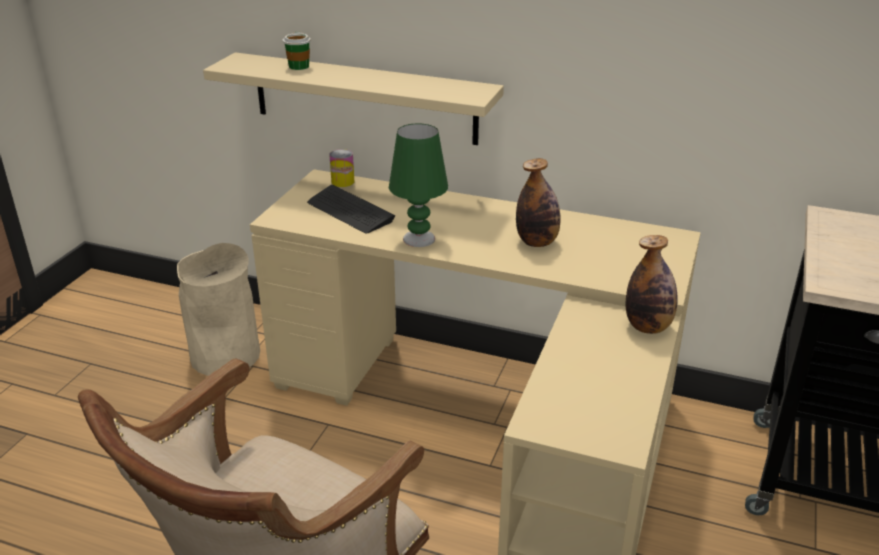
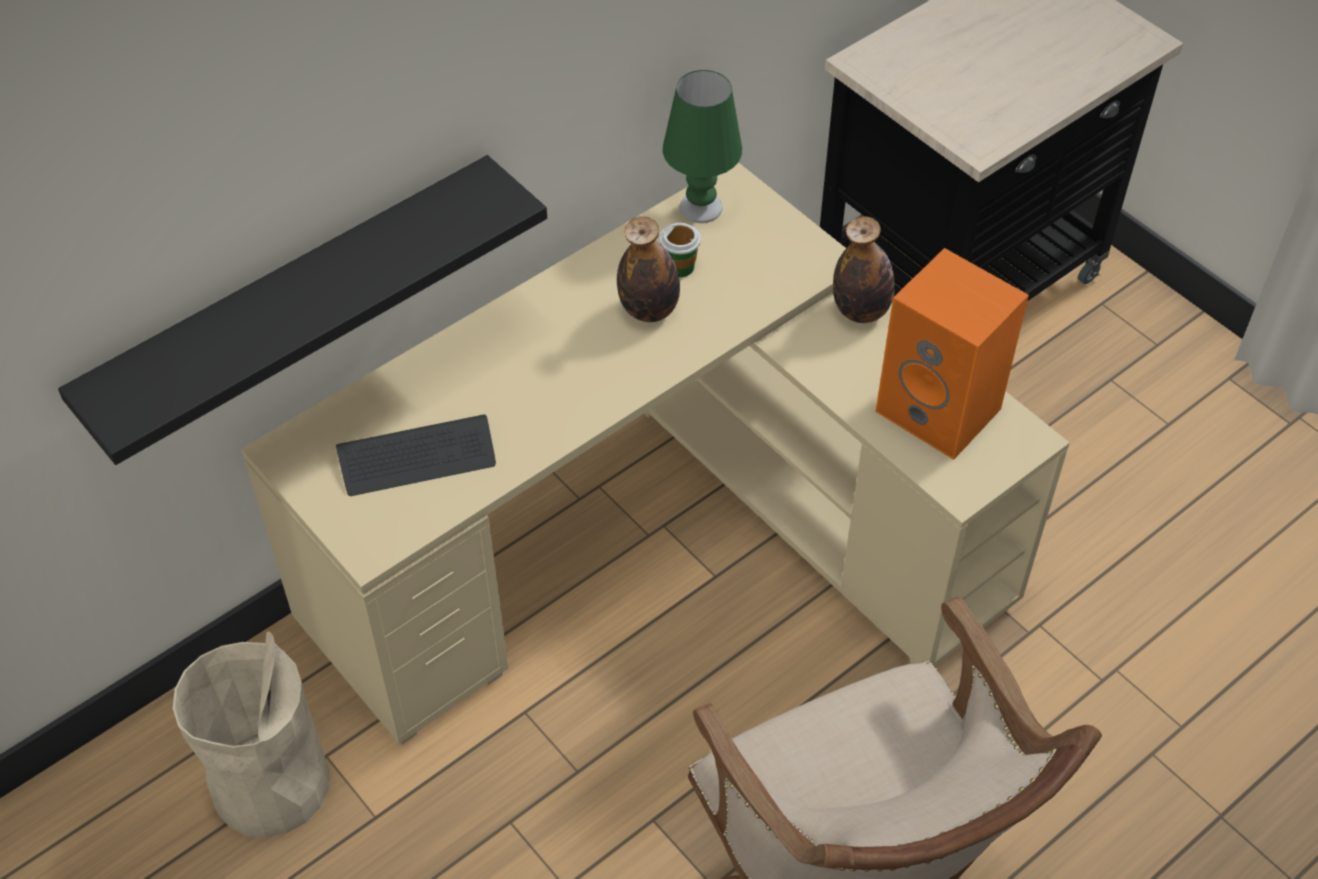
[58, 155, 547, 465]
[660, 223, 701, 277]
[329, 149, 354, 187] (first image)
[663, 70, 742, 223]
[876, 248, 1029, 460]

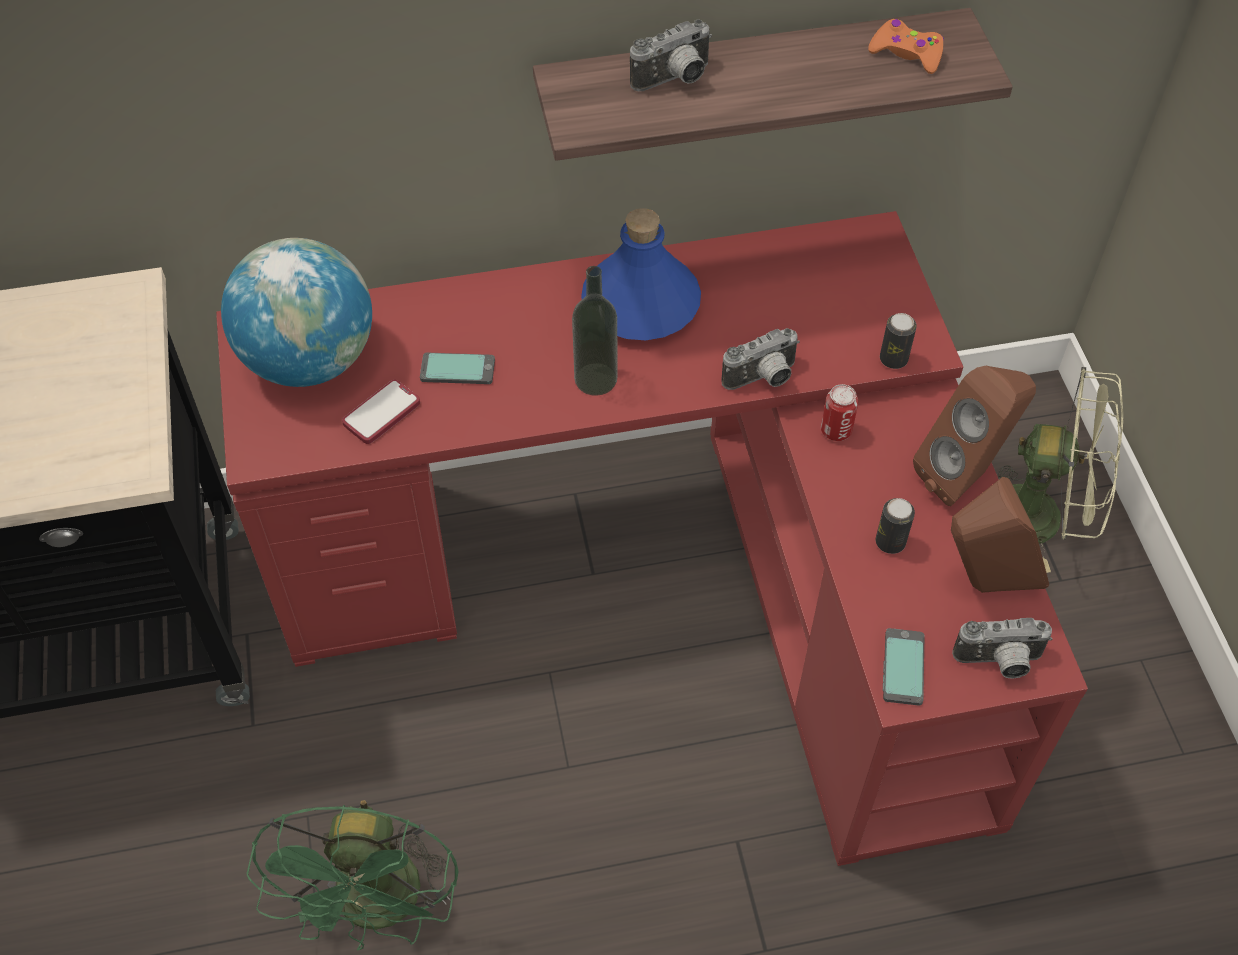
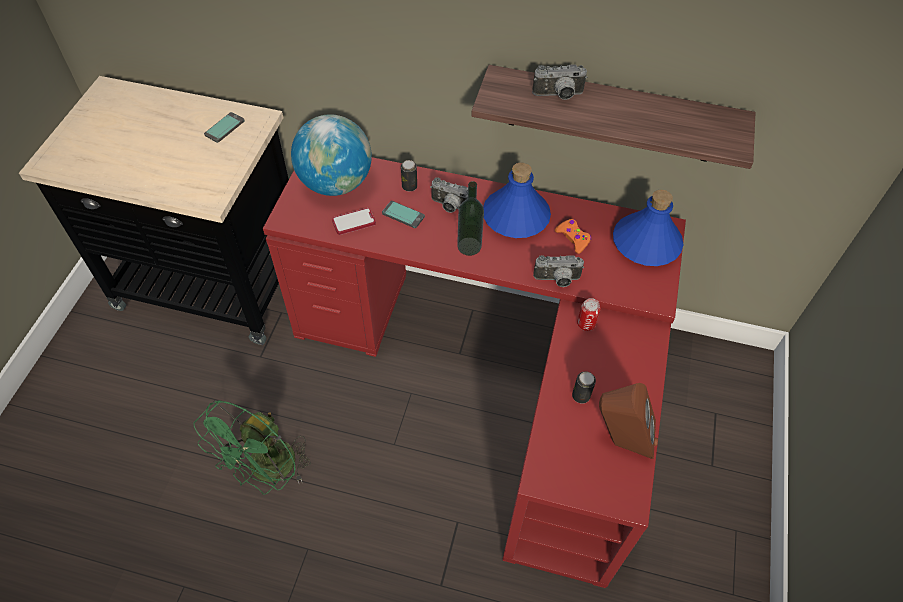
[555, 219, 591, 254]
[401, 160, 417, 191]
[204, 112, 245, 143]
[913, 366, 1036, 506] (first image)
[430, 177, 468, 213]
[997, 367, 1123, 573] (first image)
[613, 190, 683, 266]

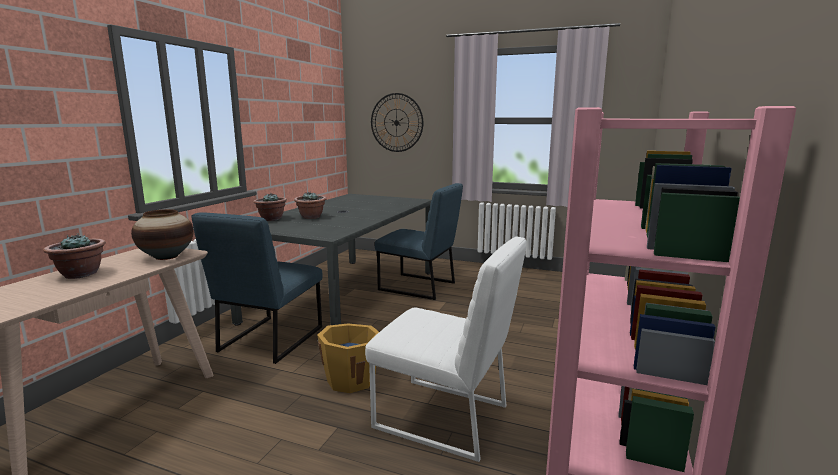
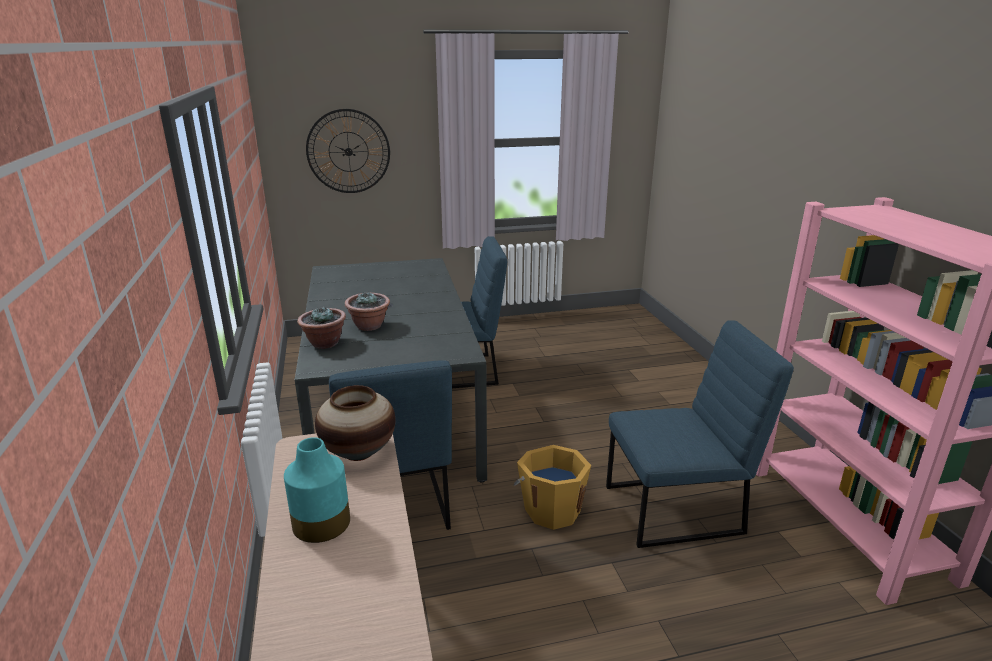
[284, 437, 350, 543]
[606, 321, 794, 548]

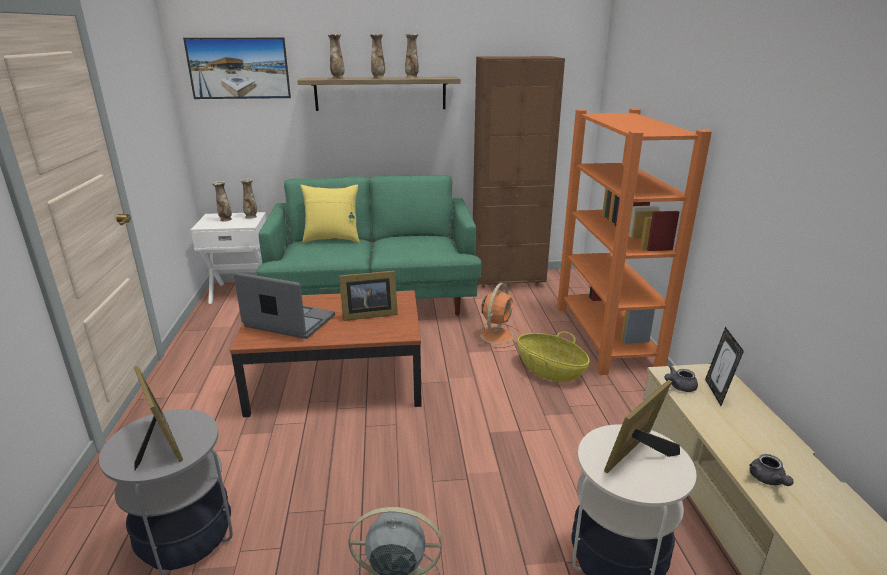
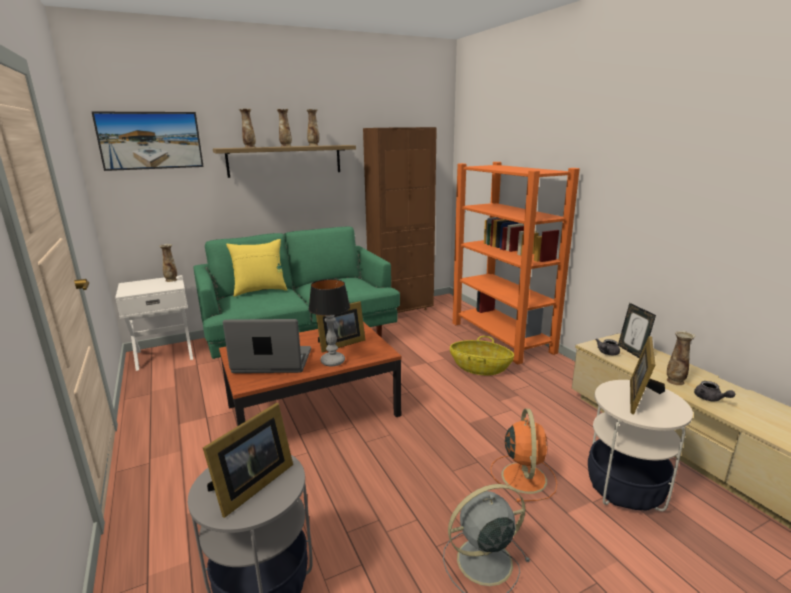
[203, 403, 293, 518]
[667, 330, 695, 385]
[490, 409, 557, 502]
[308, 279, 350, 366]

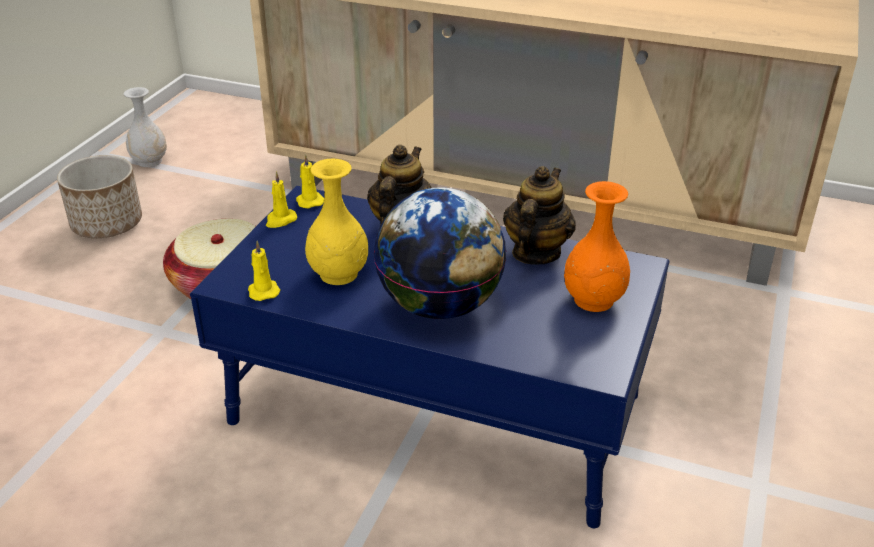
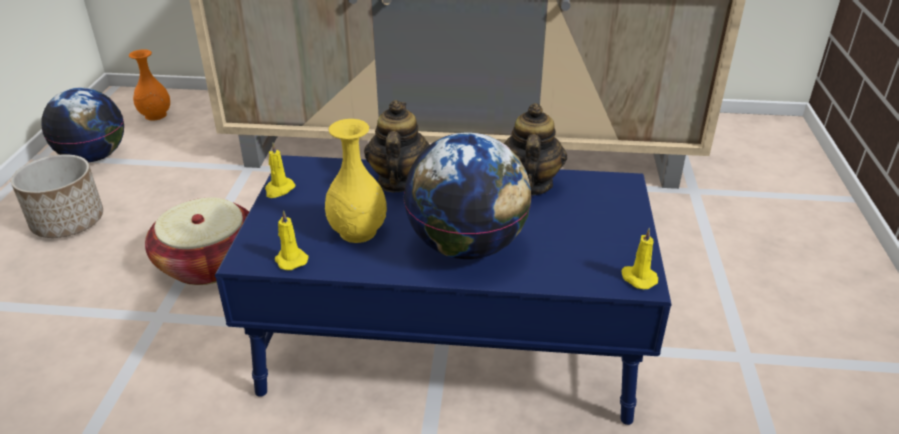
[42, 88, 124, 162]
[621, 228, 658, 289]
[129, 49, 170, 121]

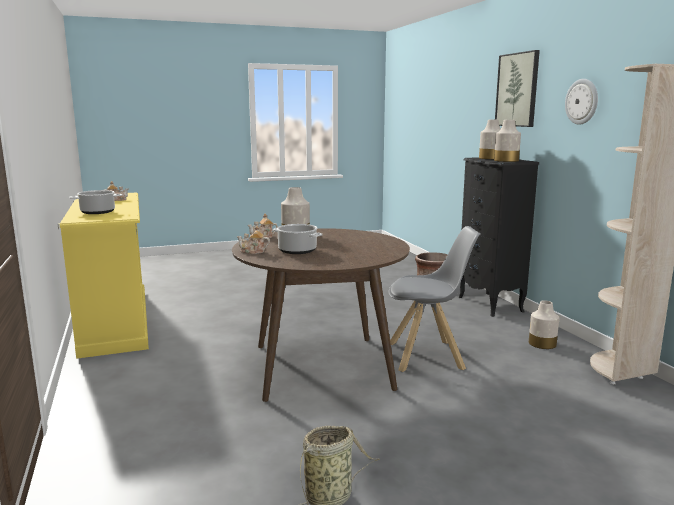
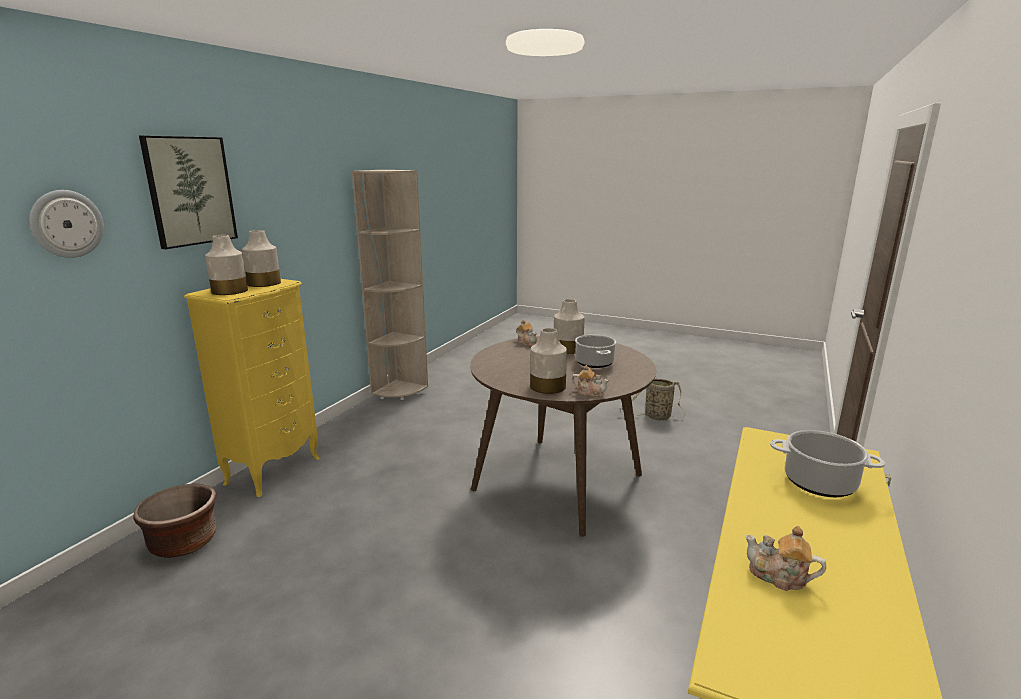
[517, 320, 537, 346]
[388, 226, 481, 372] (first image)
[184, 279, 320, 497]
[554, 299, 585, 354]
[29, 190, 104, 258]

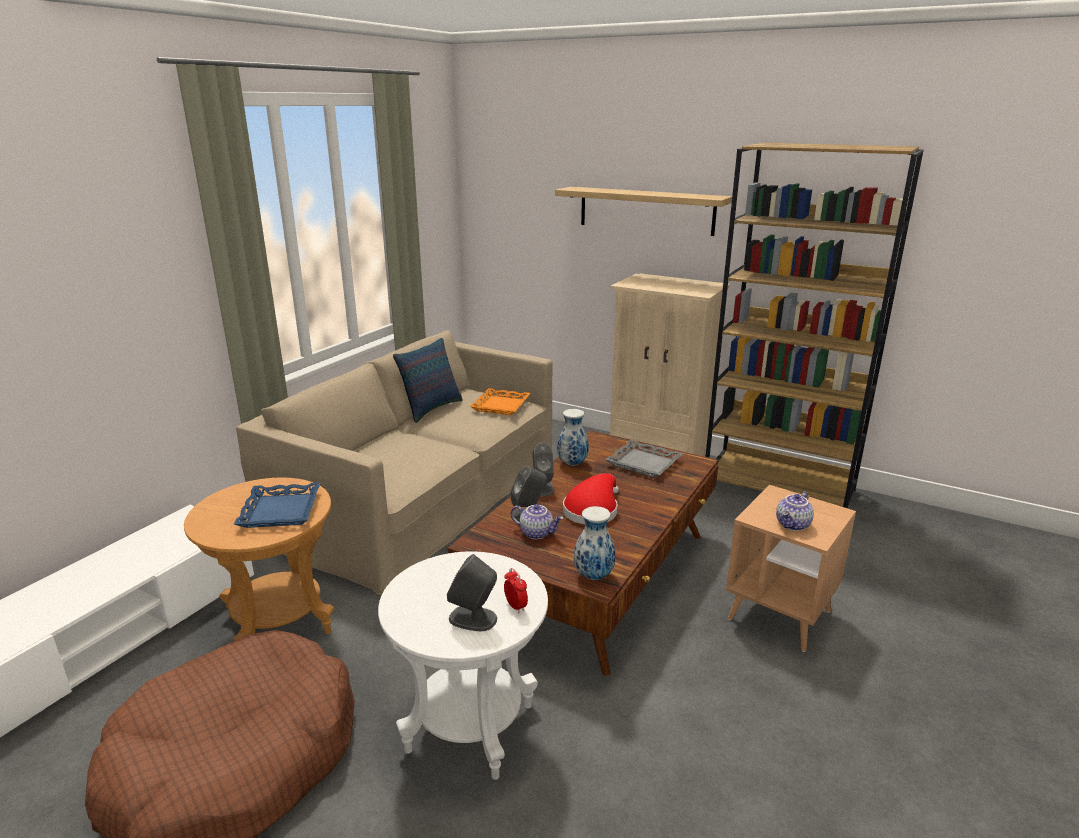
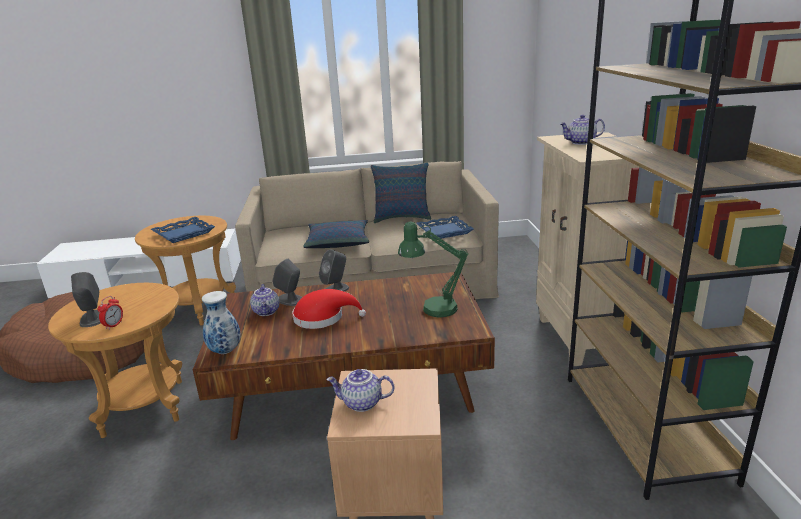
[48, 283, 182, 438]
[416, 216, 474, 239]
[555, 187, 732, 236] (first image)
[557, 409, 589, 466] (first image)
[398, 221, 468, 318]
[303, 220, 369, 248]
[560, 115, 605, 145]

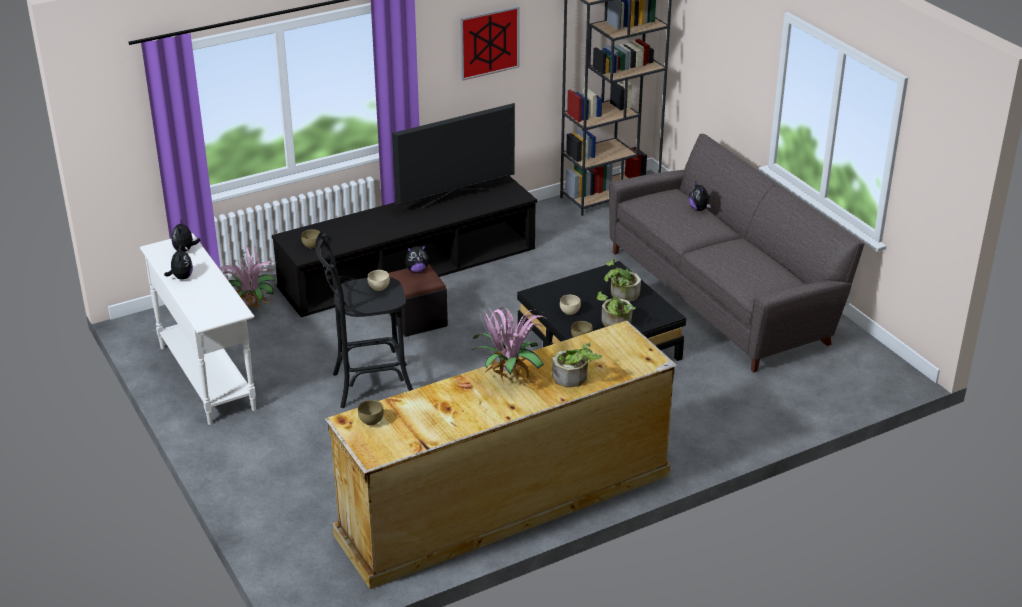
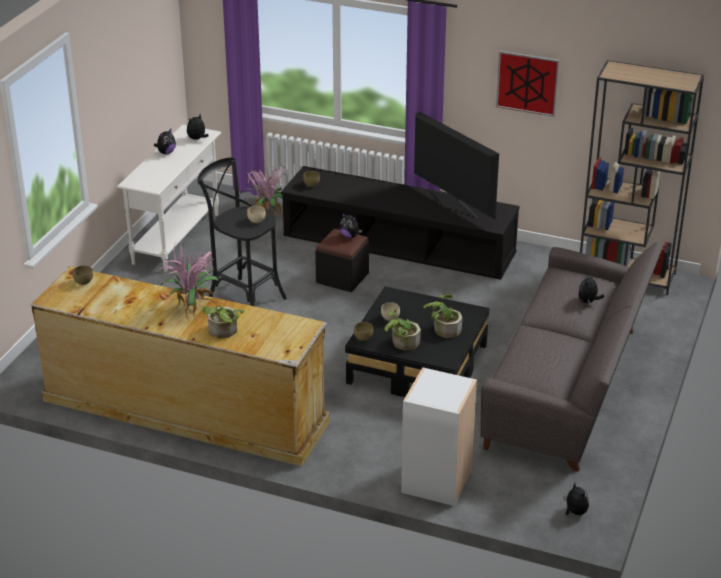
[414, 111, 499, 219]
[401, 367, 477, 506]
[563, 483, 589, 515]

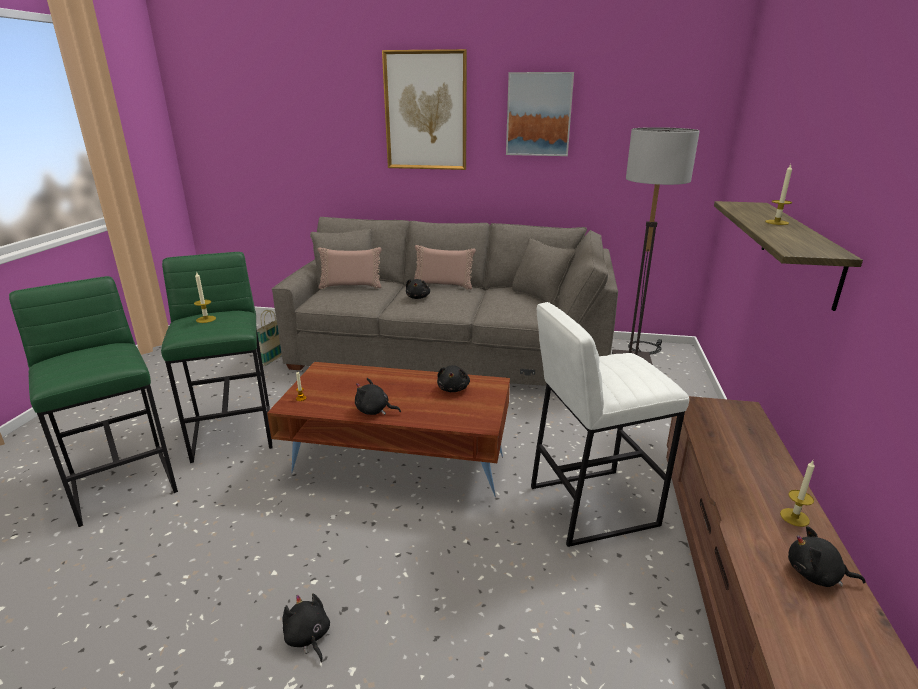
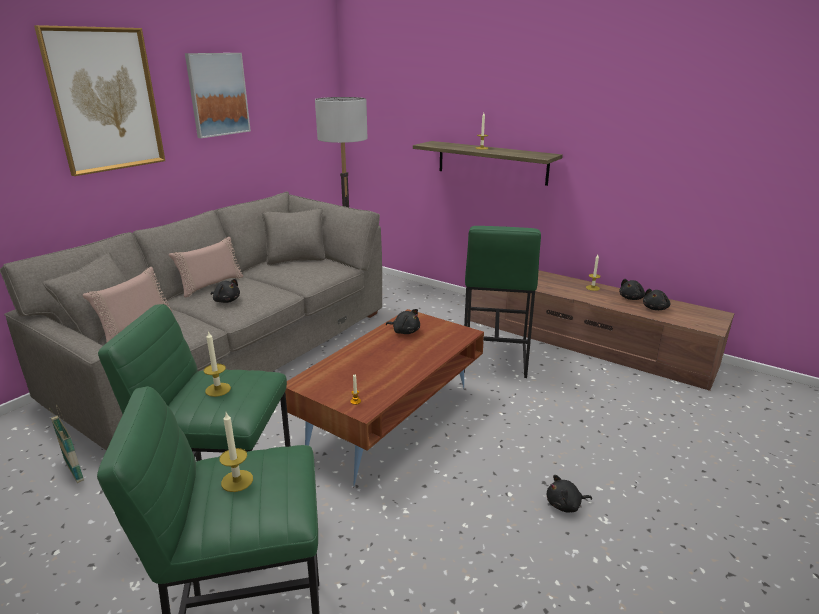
[643, 289, 670, 310]
[464, 226, 541, 378]
[219, 412, 253, 492]

